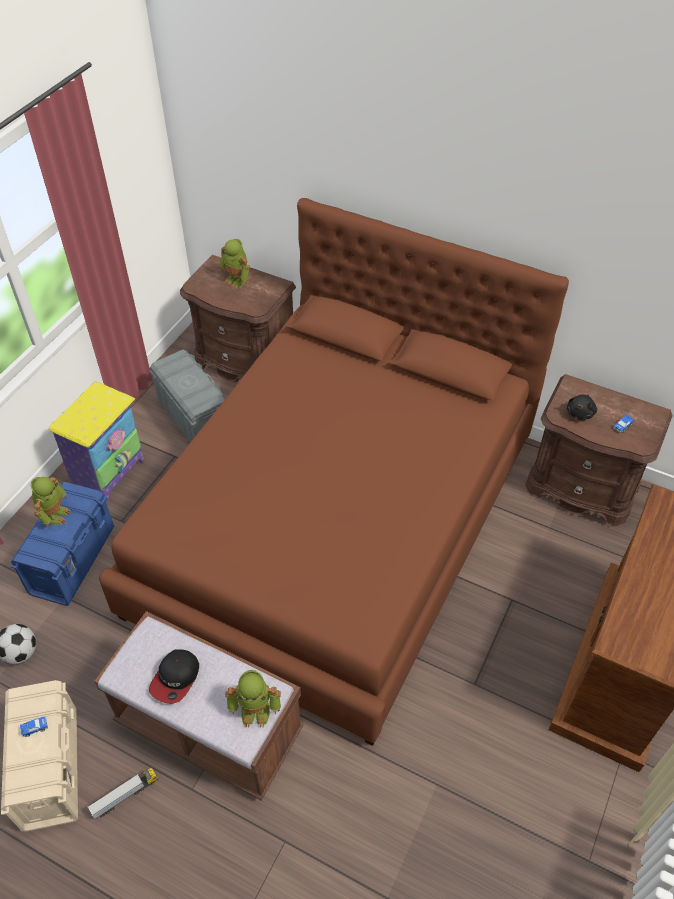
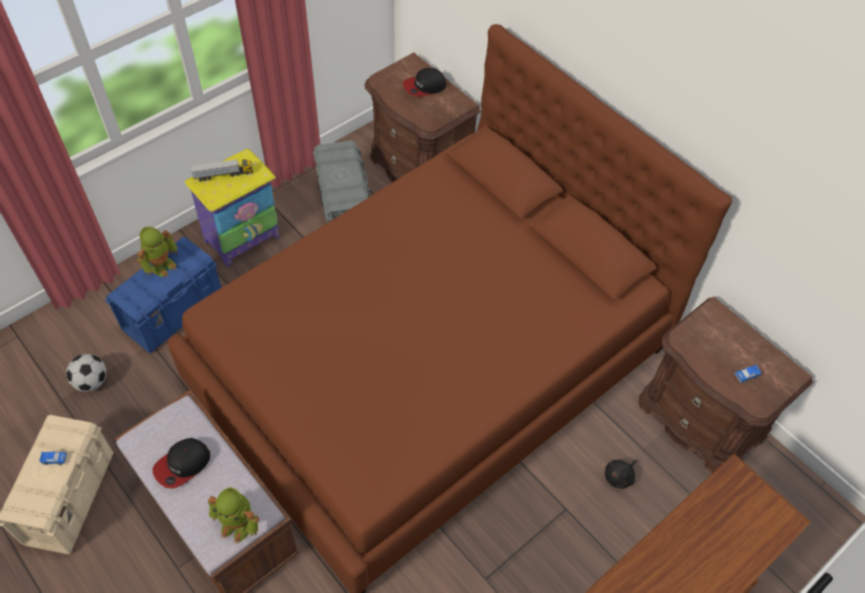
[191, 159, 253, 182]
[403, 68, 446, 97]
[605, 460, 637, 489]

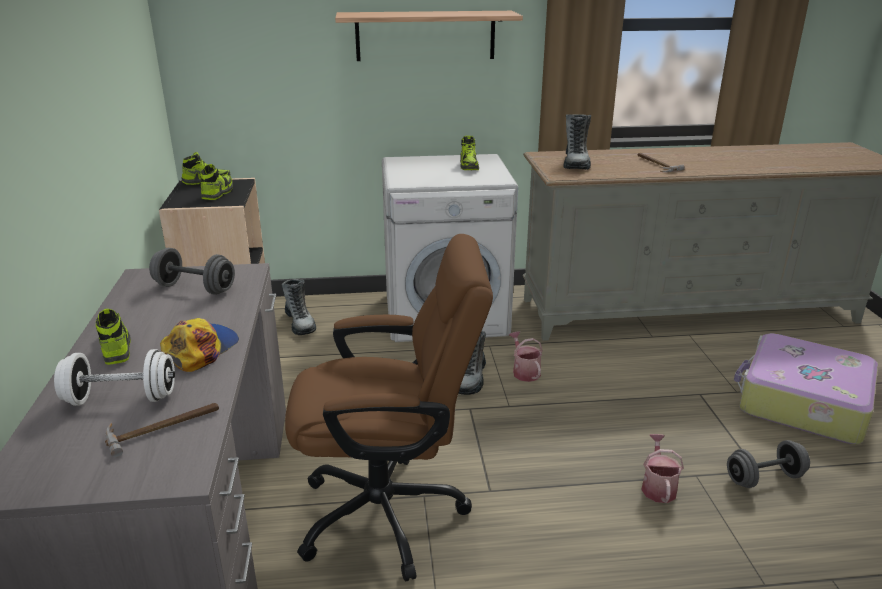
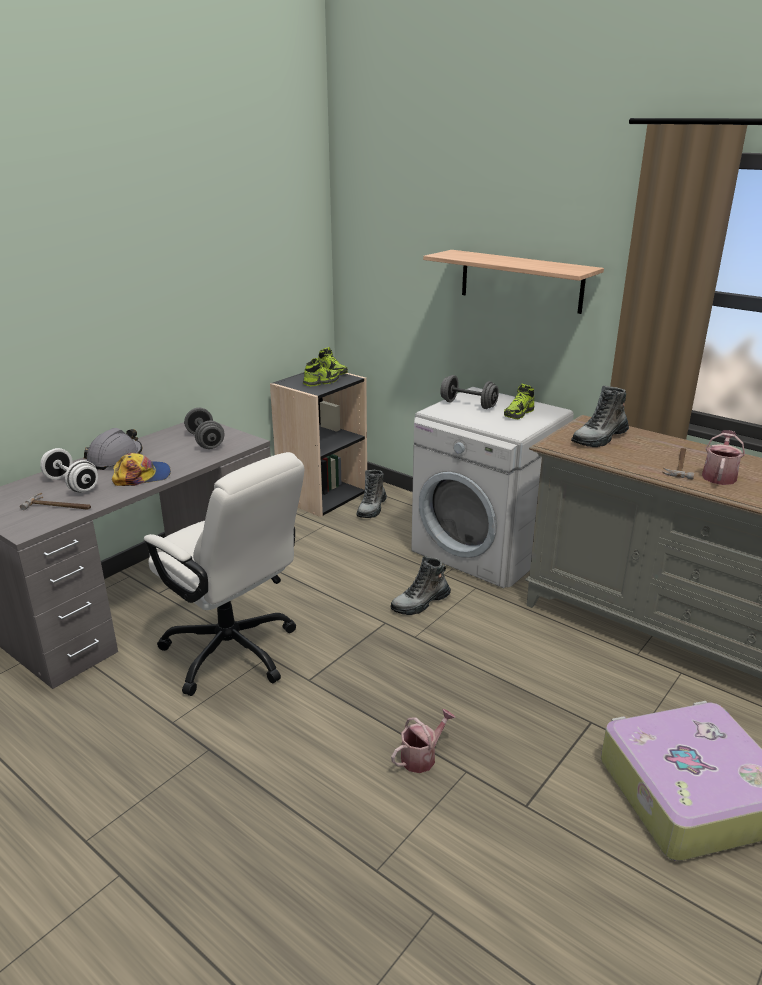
[84, 428, 142, 470]
[144, 452, 304, 696]
[702, 430, 745, 485]
[440, 375, 499, 409]

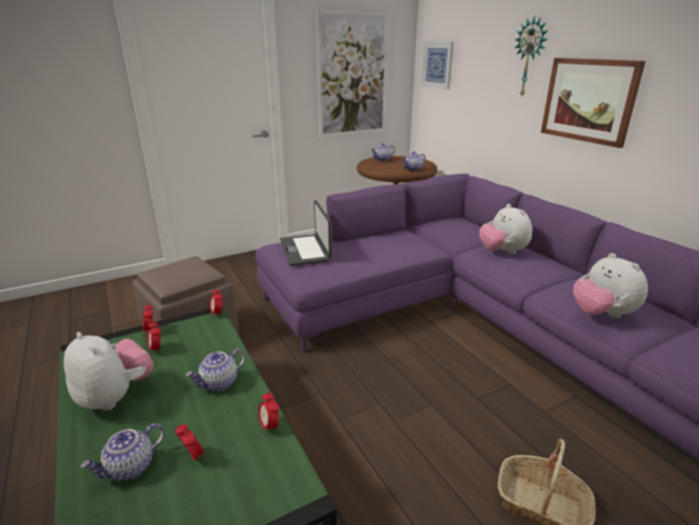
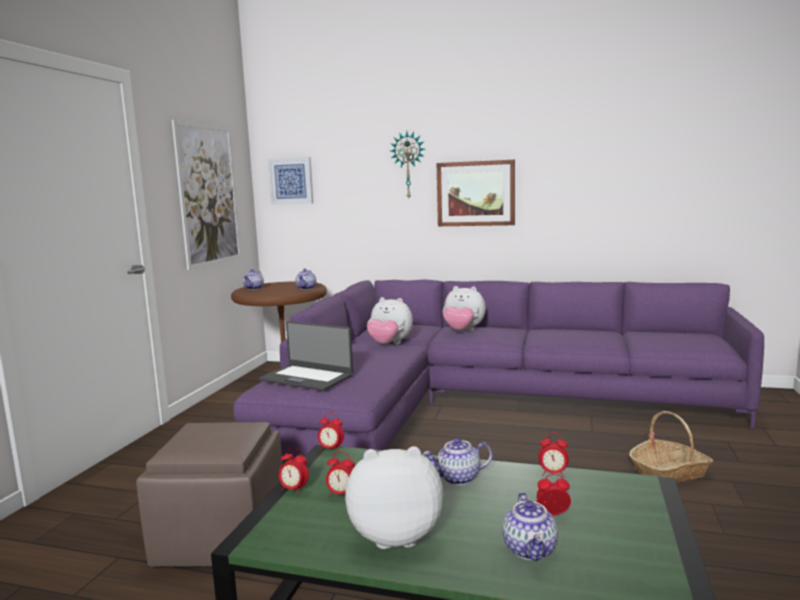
[423, 438, 493, 485]
[367, 297, 413, 344]

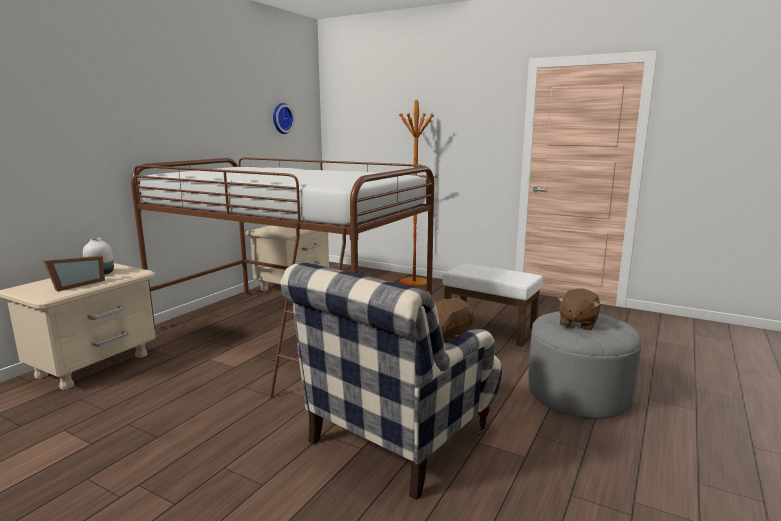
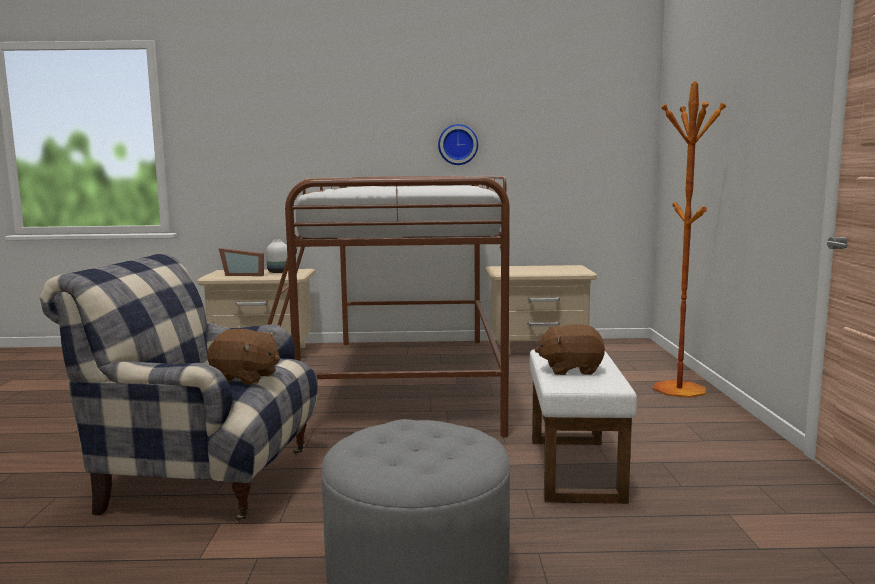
[438, 124, 478, 165]
[535, 324, 605, 375]

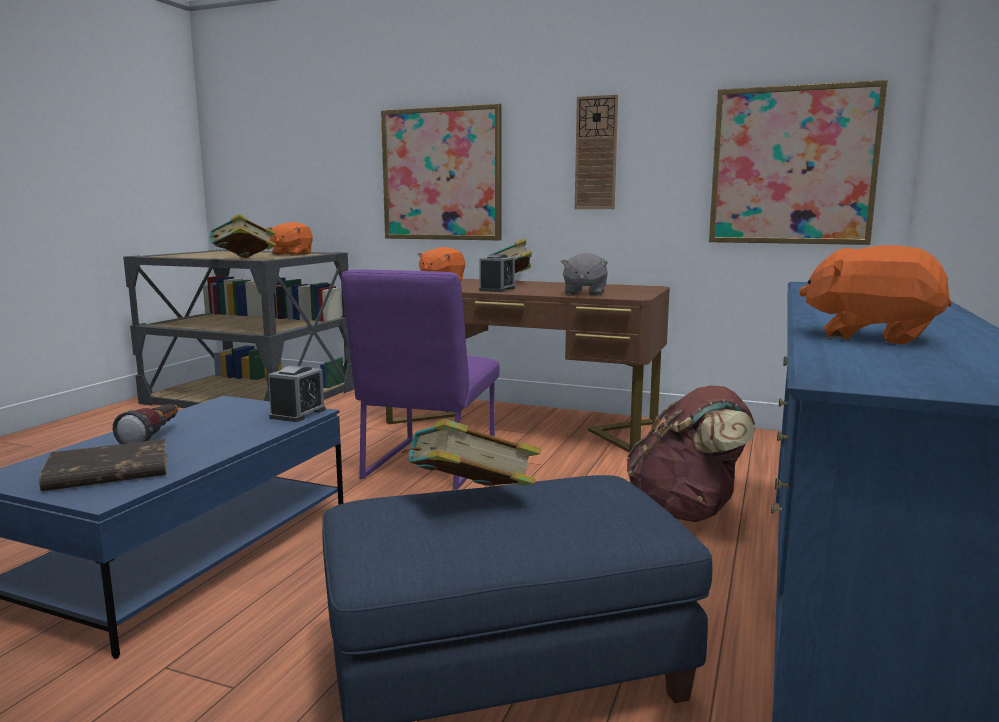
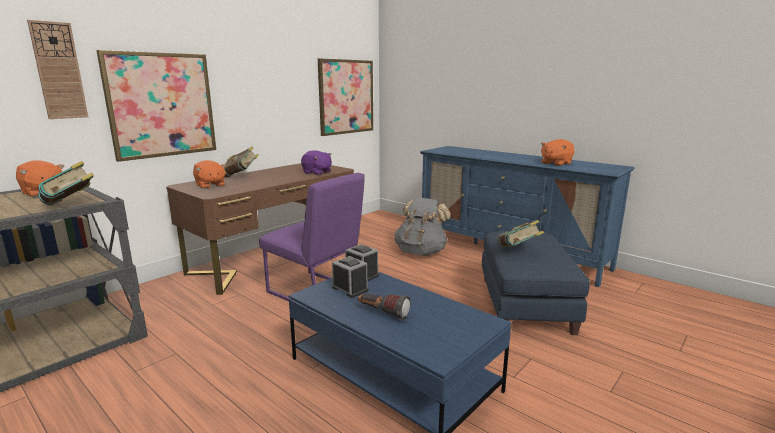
[39, 439, 167, 491] (first image)
[332, 256, 369, 298]
[301, 150, 332, 175]
[27, 20, 88, 119]
[395, 198, 451, 256]

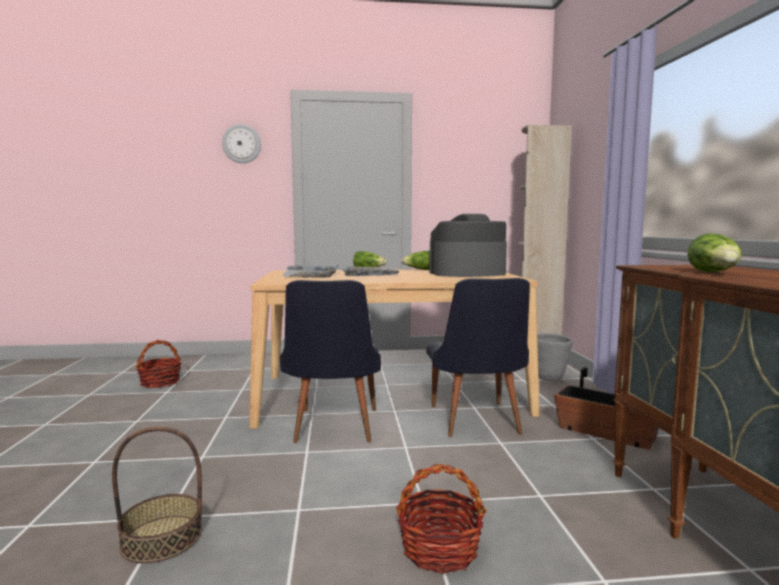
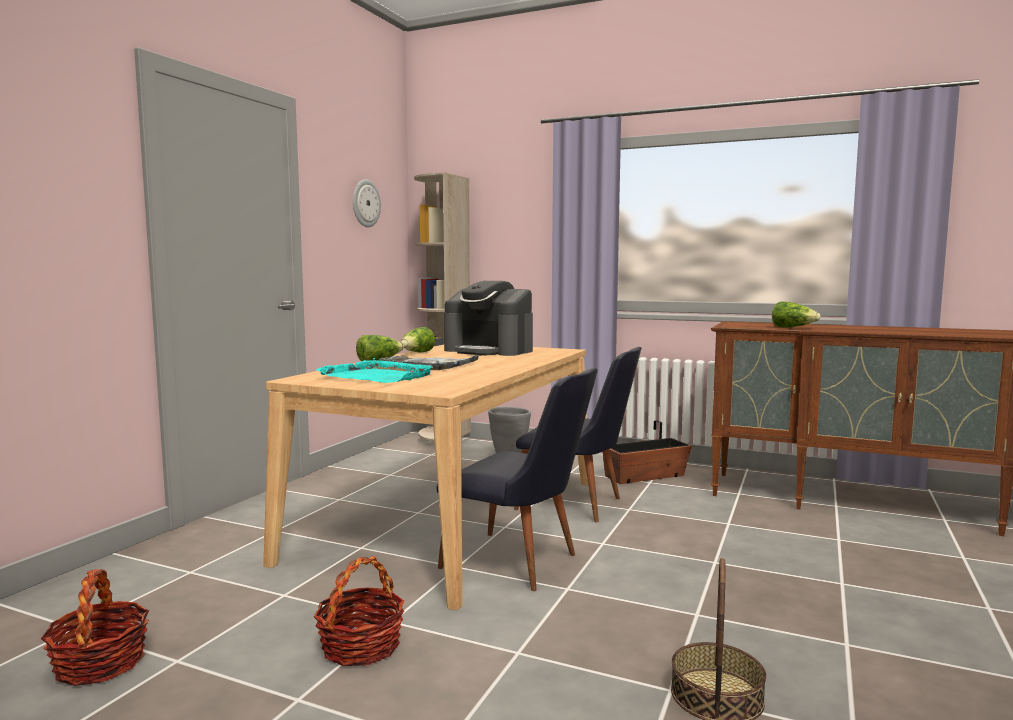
[353, 179, 381, 227]
[316, 358, 433, 383]
[314, 556, 404, 666]
[444, 281, 533, 356]

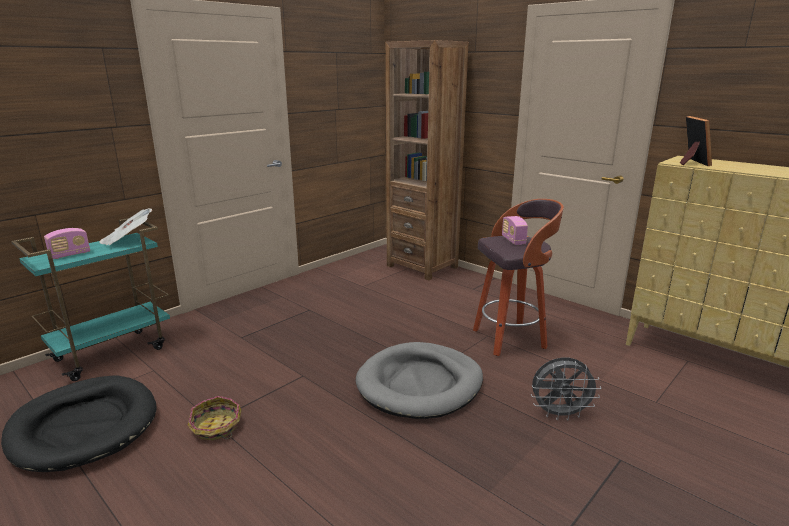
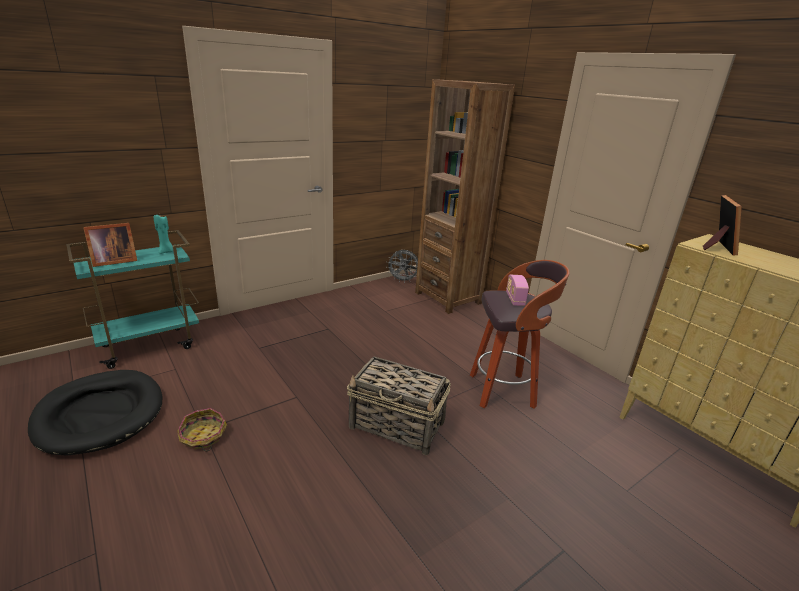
[83, 223, 137, 267]
[153, 215, 173, 254]
[347, 357, 451, 455]
[386, 250, 418, 283]

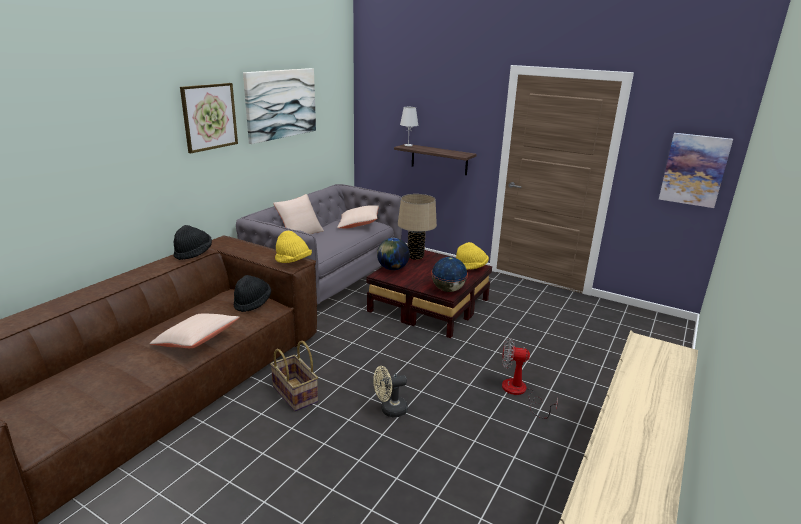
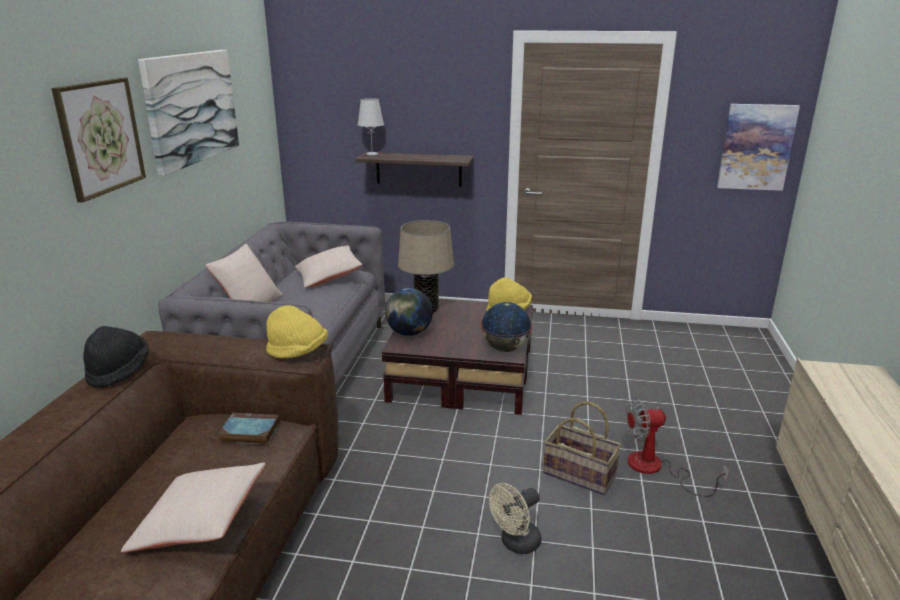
[219, 413, 280, 444]
[543, 401, 621, 495]

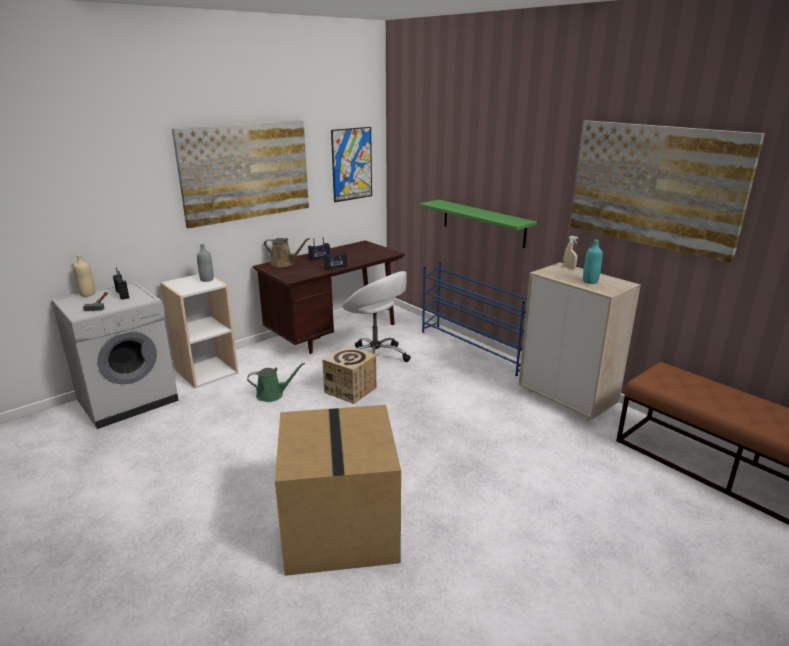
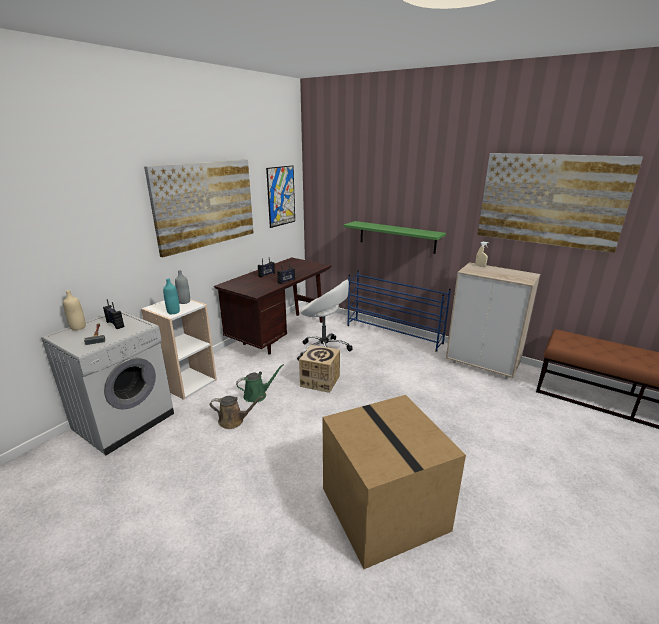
[210, 396, 264, 429]
[163, 278, 180, 314]

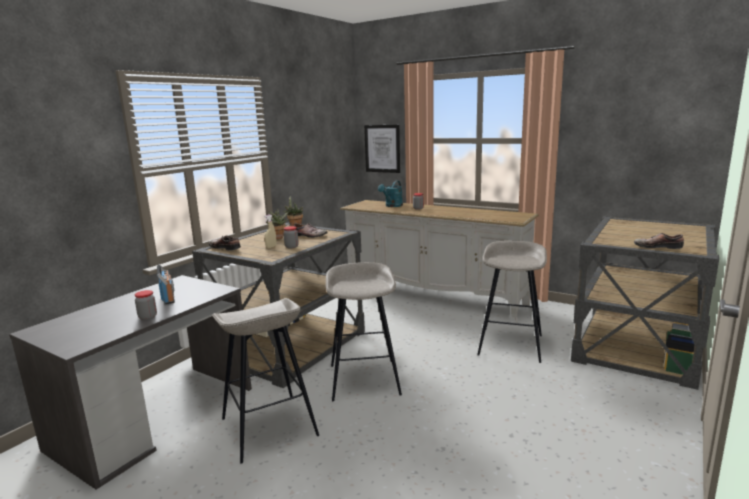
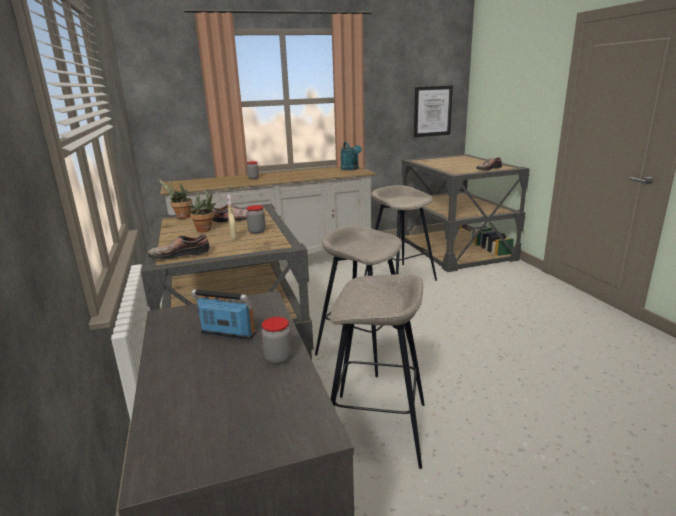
[414, 86, 453, 137]
[340, 142, 362, 170]

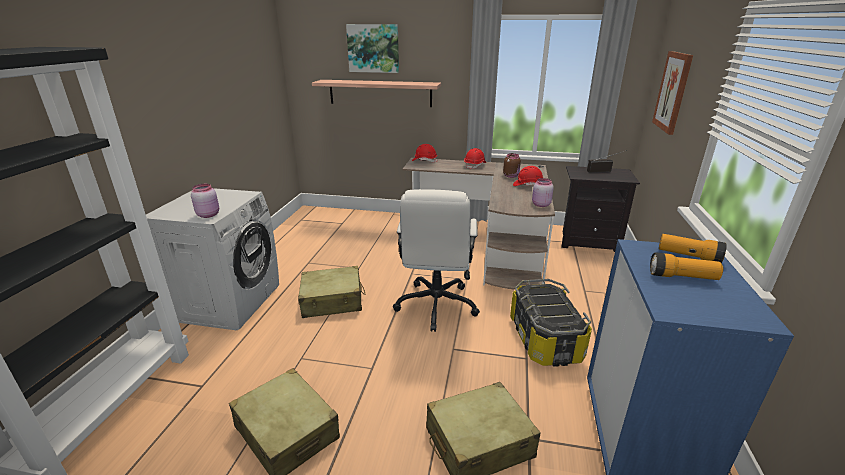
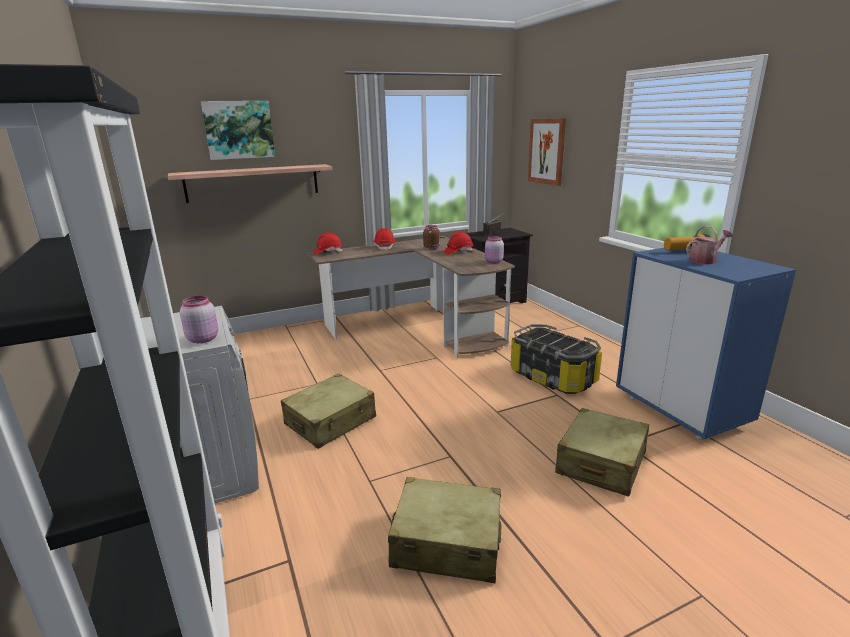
[393, 189, 480, 332] (first image)
[686, 225, 733, 264]

